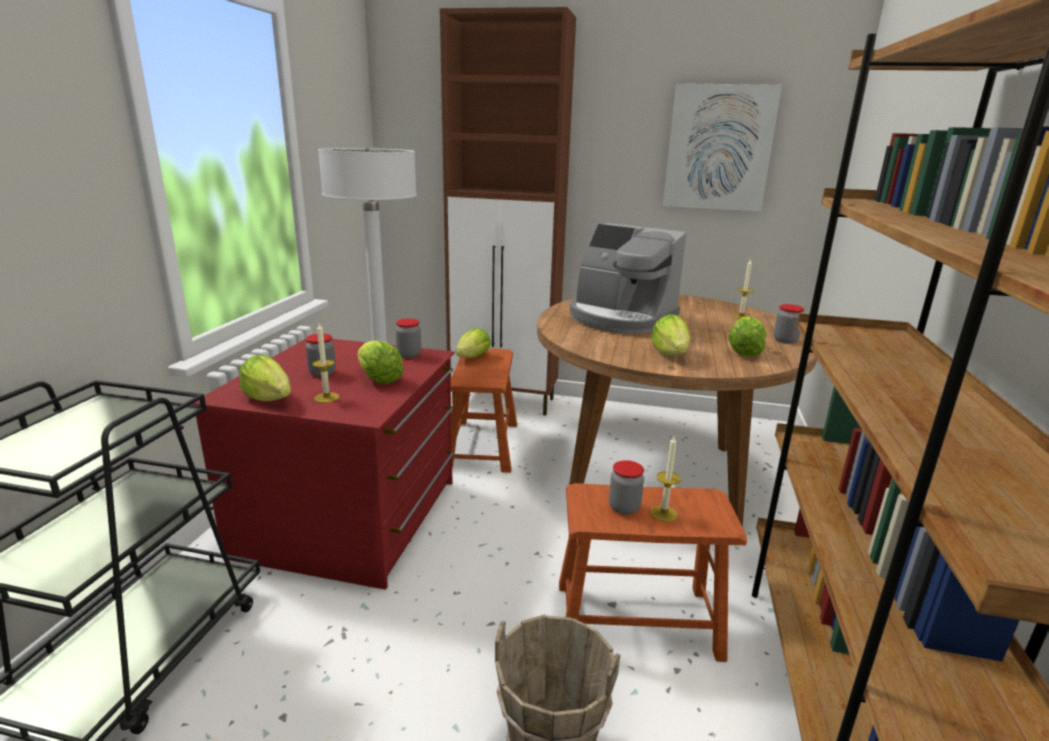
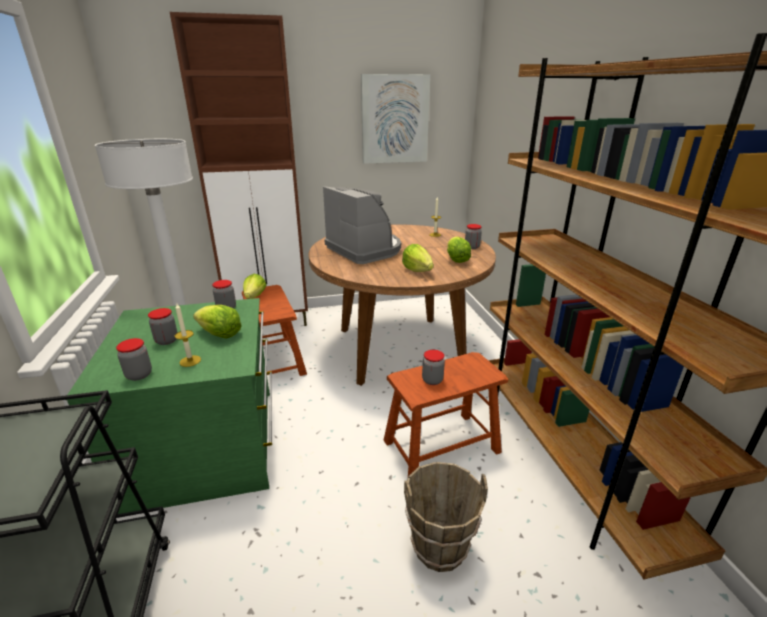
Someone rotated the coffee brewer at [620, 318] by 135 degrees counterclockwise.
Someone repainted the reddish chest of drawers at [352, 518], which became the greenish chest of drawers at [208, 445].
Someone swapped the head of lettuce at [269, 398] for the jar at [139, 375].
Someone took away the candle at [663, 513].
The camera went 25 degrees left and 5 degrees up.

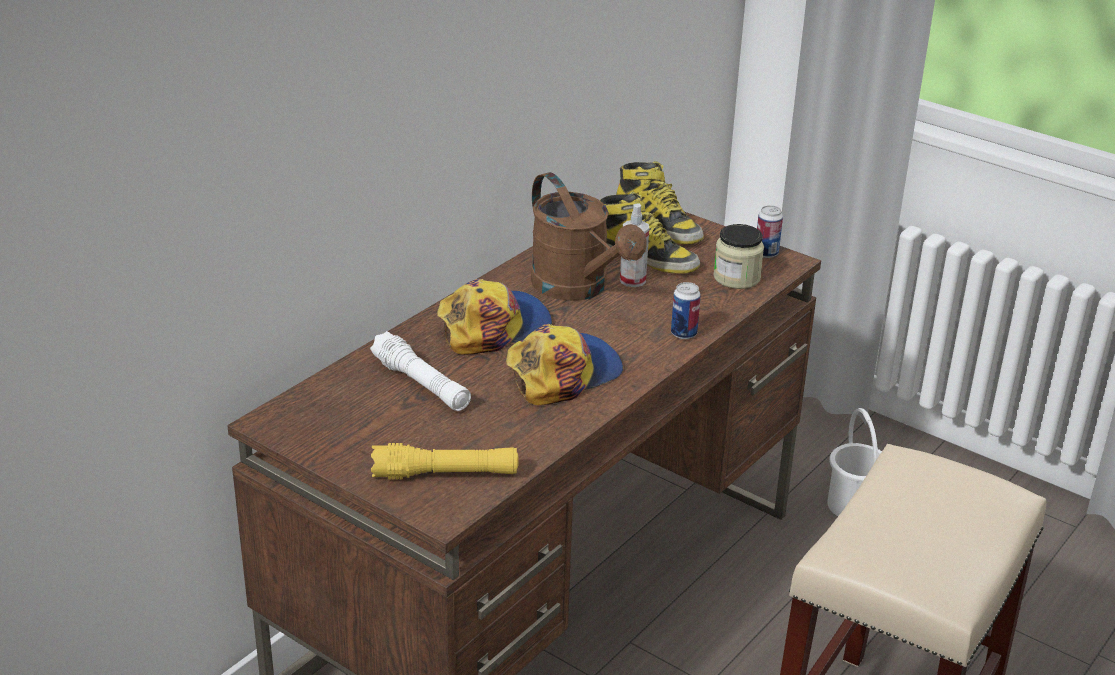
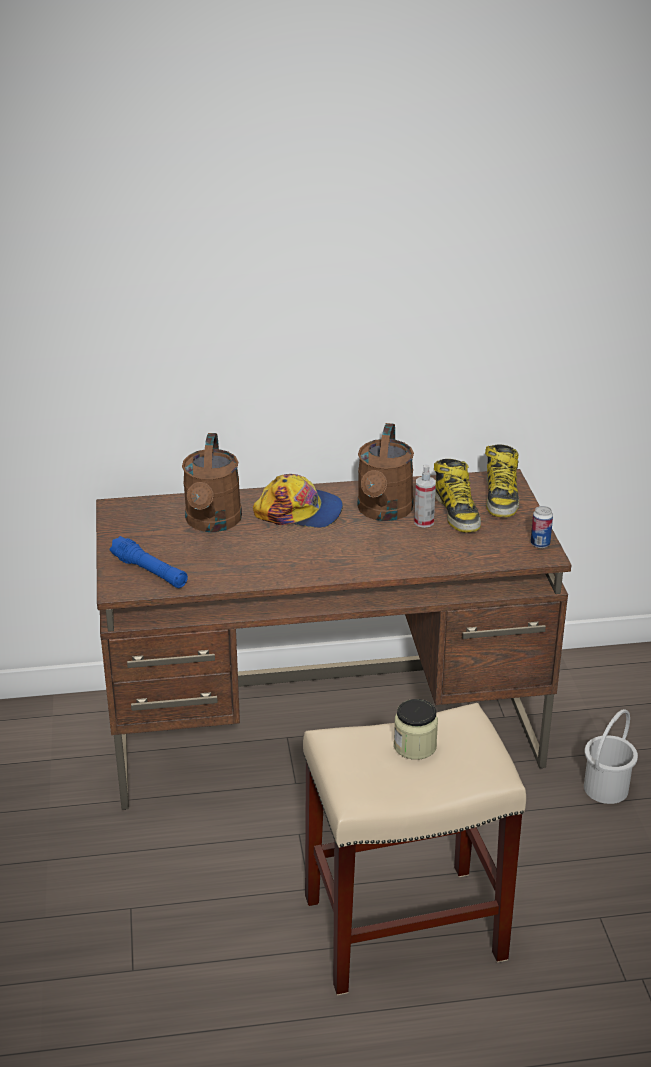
Someone carried the jar from [736, 278] to [415, 746].
Someone took away the metal can at [683, 334].
Someone took away the baseball cap at [563, 373].
Someone swapped the white-coloured hand torch at [421, 384] for the brown-coloured sprinkling can at [212, 523].
Someone repainted the yellow hand torch at [445, 474], which became the bluish hand torch at [149, 572].
The camera went 45 degrees right and 0 degrees up.

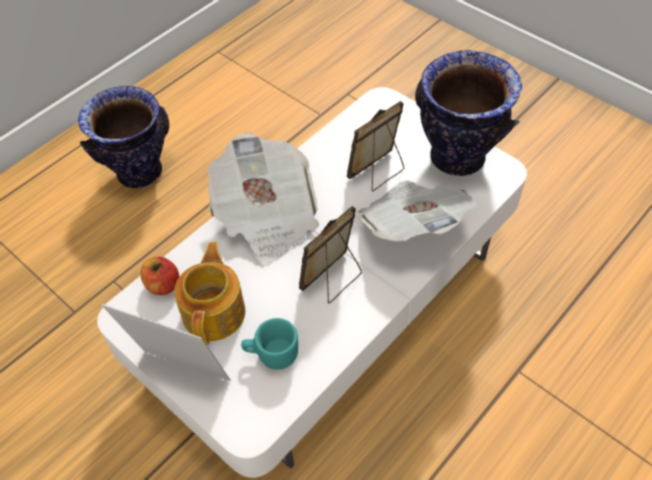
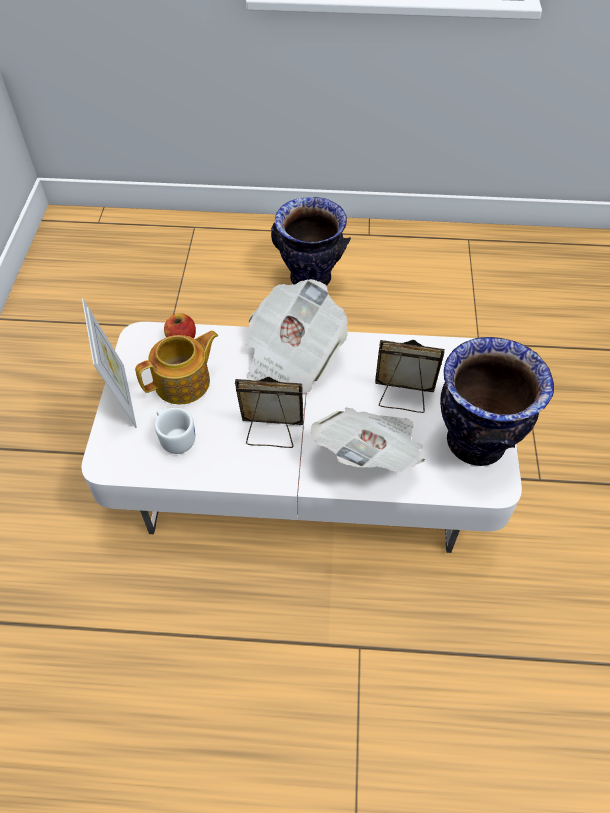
Someone repainted the turquoise mug at [271, 354], which became the white-coloured mug at [175, 437].
The camera went 50 degrees right and 0 degrees up.

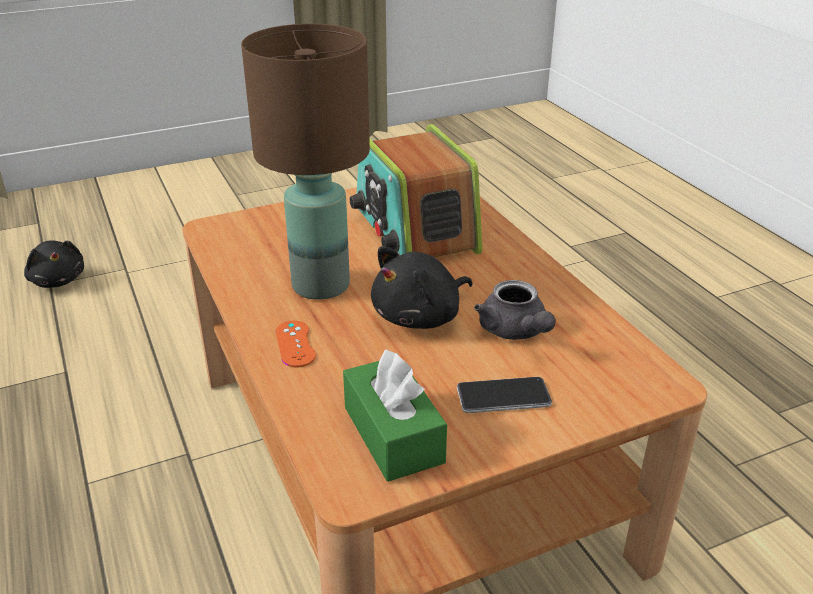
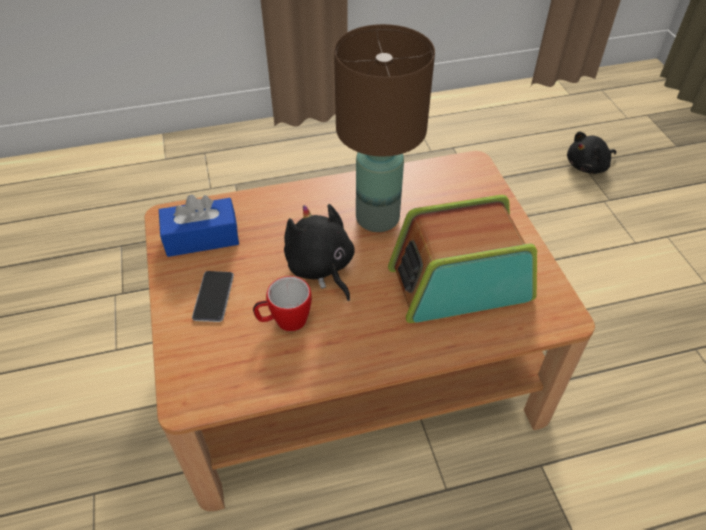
Someone swapped the gray tea pot at [515, 332] for the mug at [284, 321].
Someone took away the orange joypad at [295, 344].
Someone repainted the greenish box of tissues at [393, 434], which became the bluish box of tissues at [202, 238].
The camera went 100 degrees right and 15 degrees up.

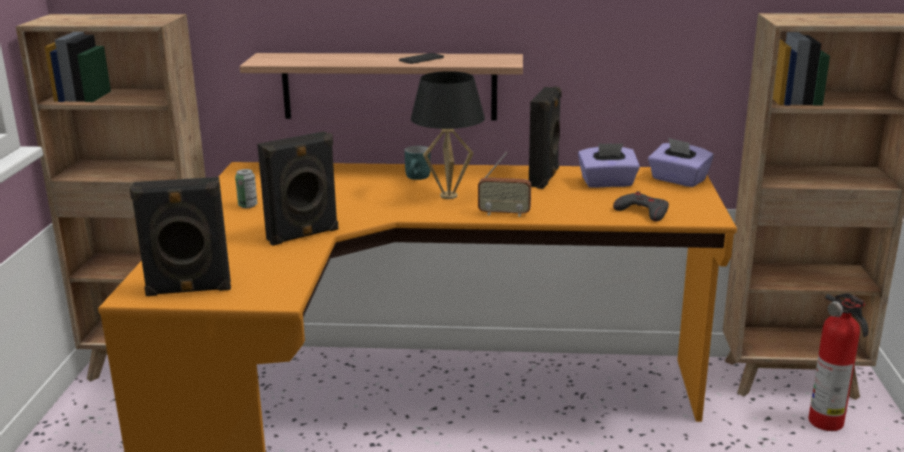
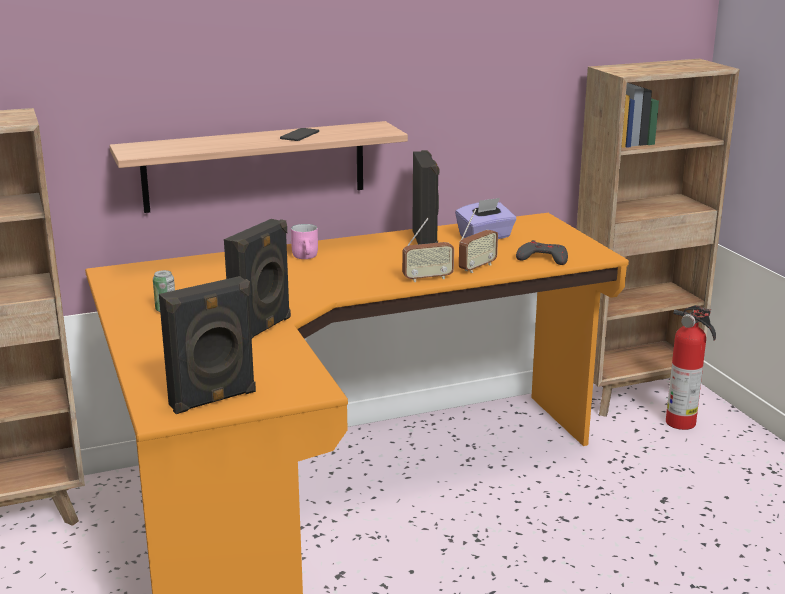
Someone took away the black-coloured lamp for a table at [448, 196].
Someone took away the purple-coloured box of tissues at [678, 180].
Someone repainted the turquoise mug at [418, 178], which became the pink mug at [307, 257].
Someone put down the radio at [477, 267].
The camera went 25 degrees left and 0 degrees up.

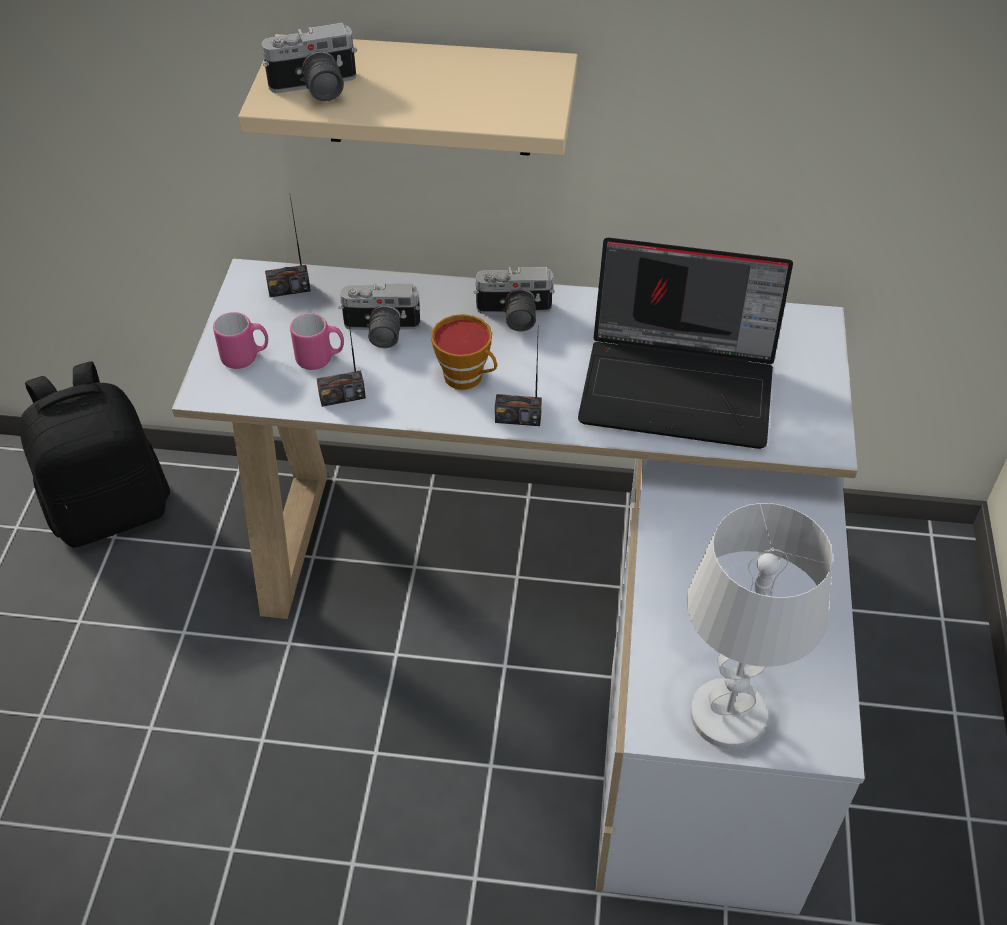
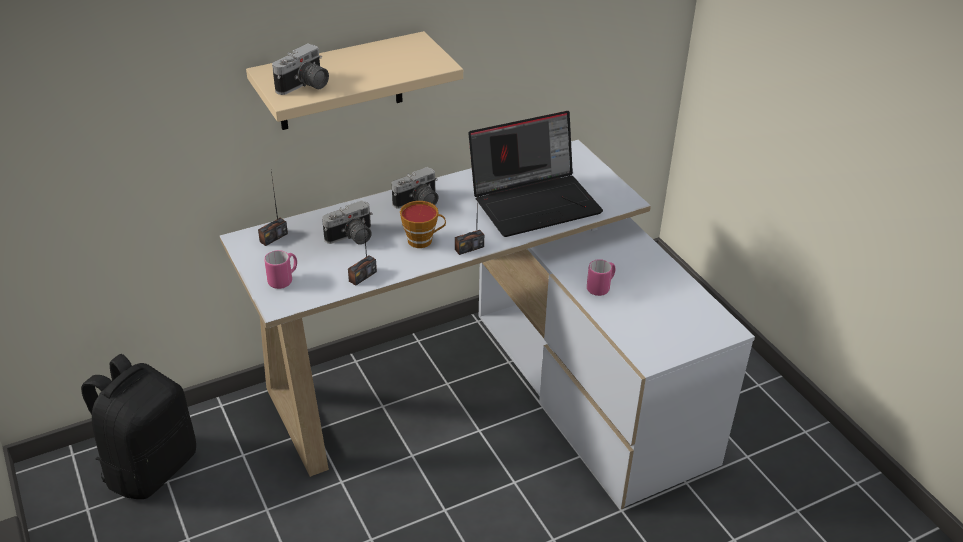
Someone carried the pink mug from [321, 359] to [601, 287].
Someone took away the white-coloured lamp for a table at [728, 714].
The camera went 35 degrees left and 10 degrees down.

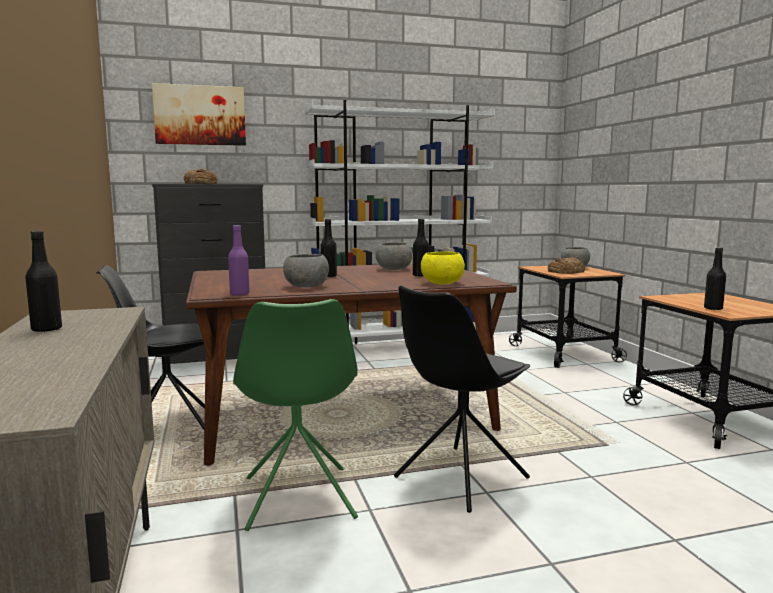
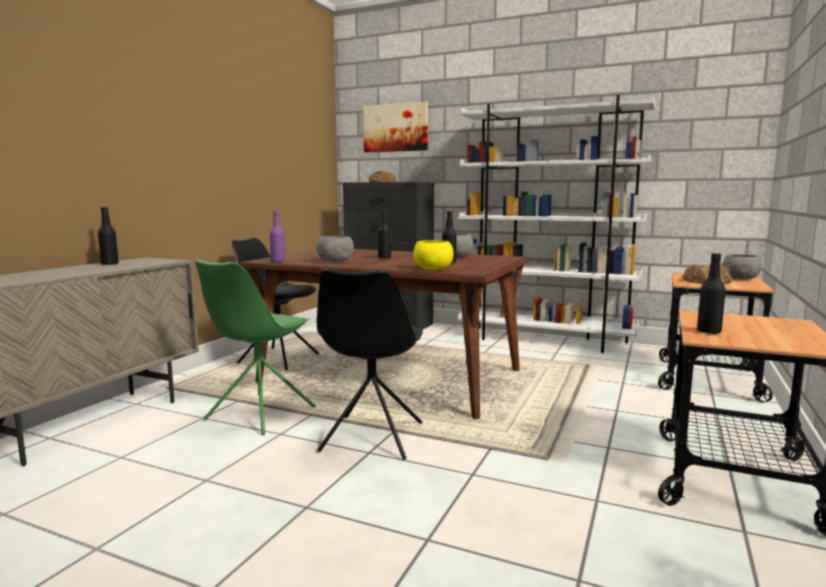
Someone rotated the black-coloured upright chair at [459, 478] by 75 degrees counterclockwise.
The camera went 40 degrees right and 0 degrees up.

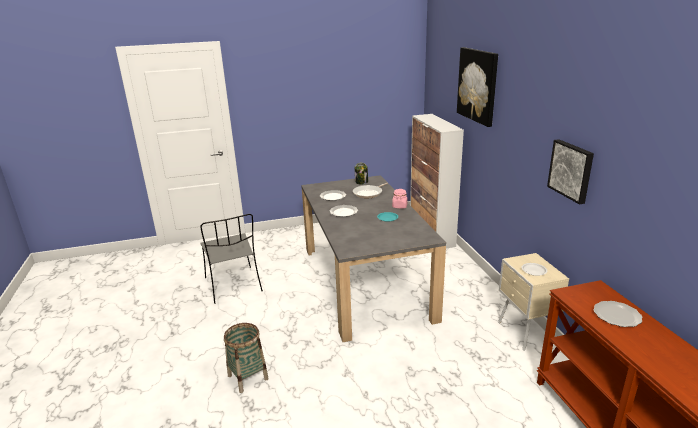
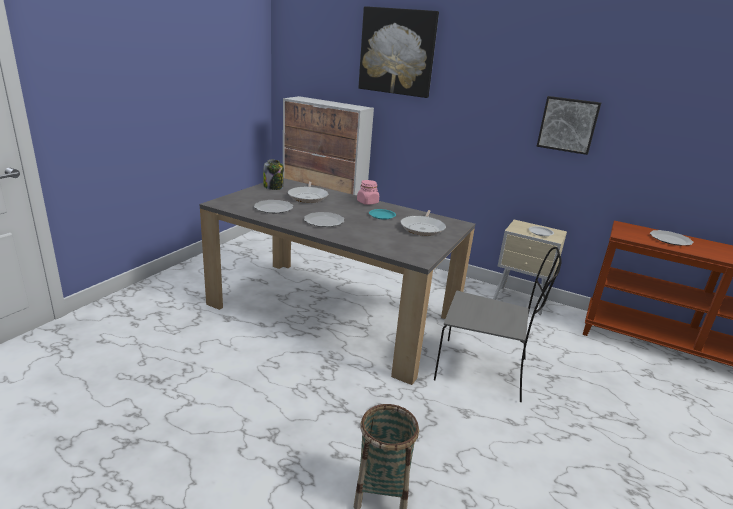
Someone carried the gray upright chair from [234, 285] to [484, 370].
Someone put down the pan at [423, 228].
The camera went 50 degrees left and 0 degrees up.

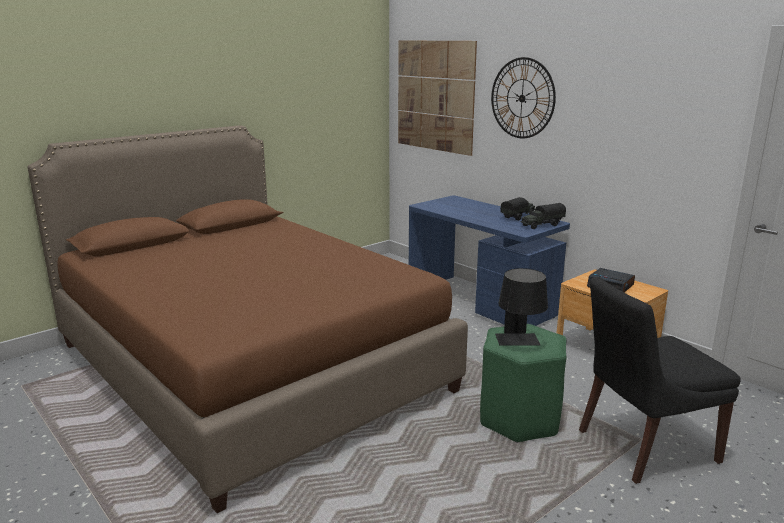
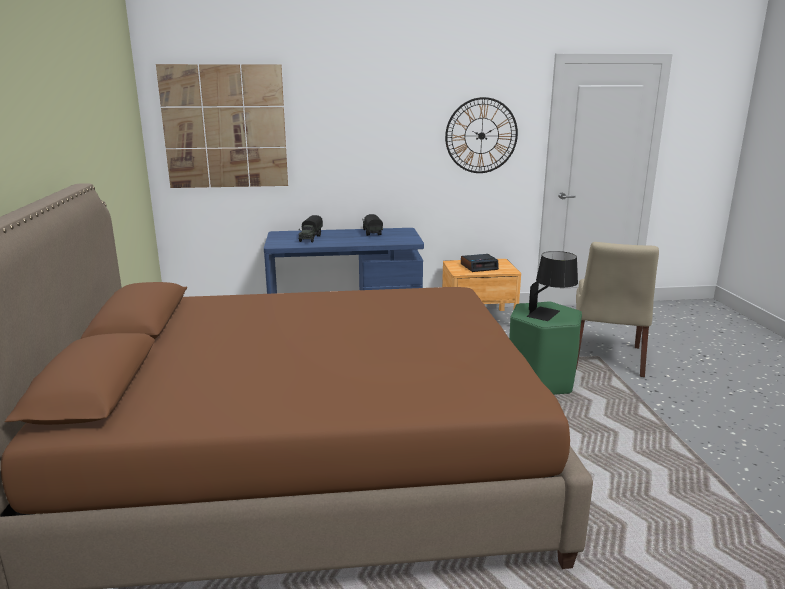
Someone carried the wall clock from [522, 98] to [481, 135].
Someone carried the toy lorry from [541, 225] to [310, 238].
Someone repainted the black-coloured upright chair at [643, 447], which became the beige-coloured upright chair at [606, 359].
The camera went 55 degrees left and 0 degrees up.

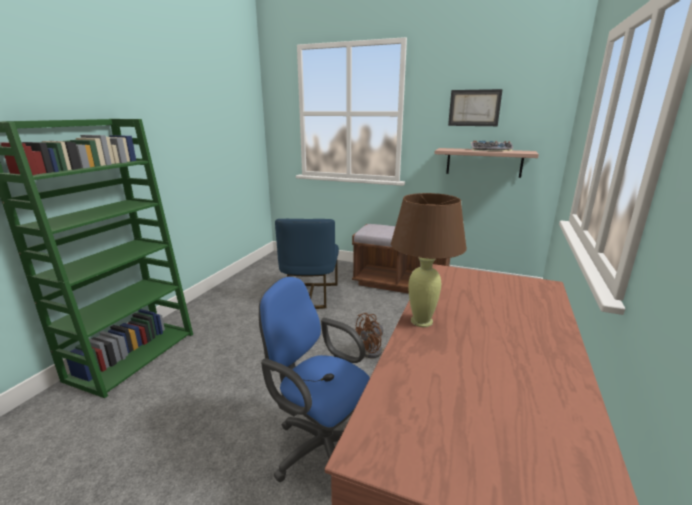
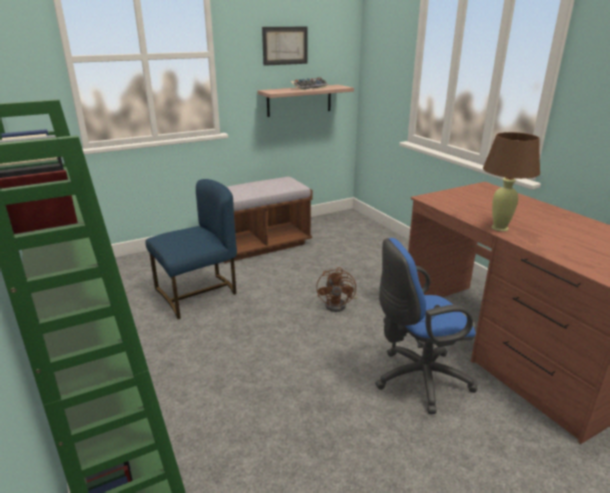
Someone rotated the bluish upright chair at [310, 295] by 75 degrees counterclockwise.
The camera went 50 degrees left and 5 degrees up.

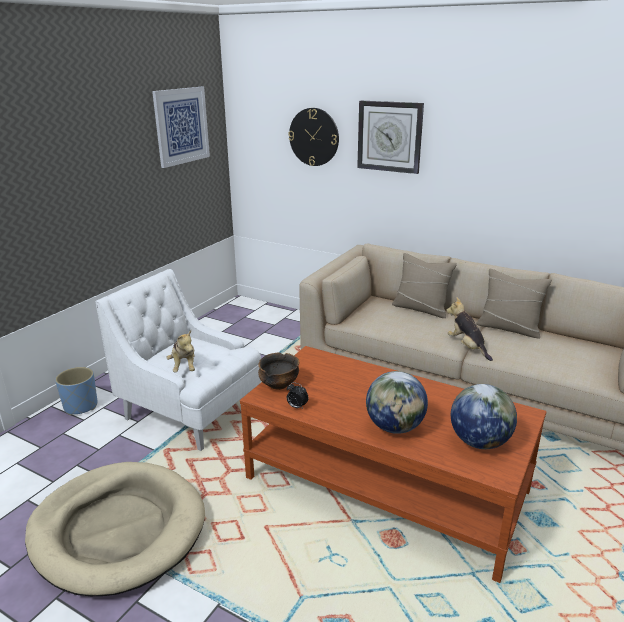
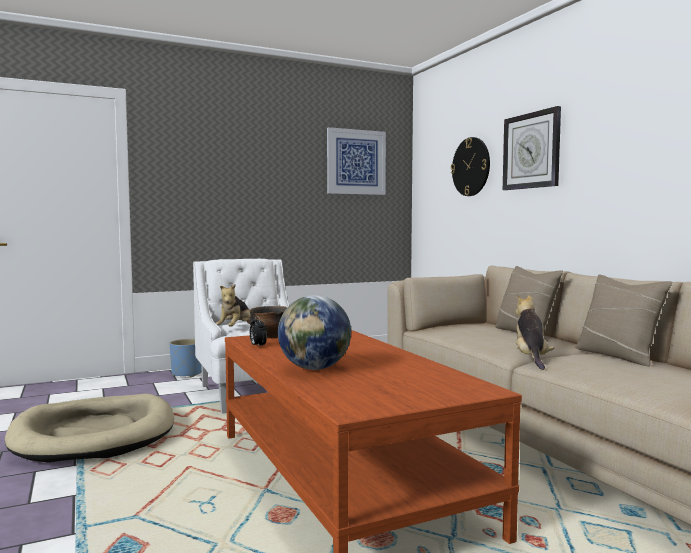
Someone took away the globe at [479, 442].
The camera went 35 degrees right and 20 degrees down.

